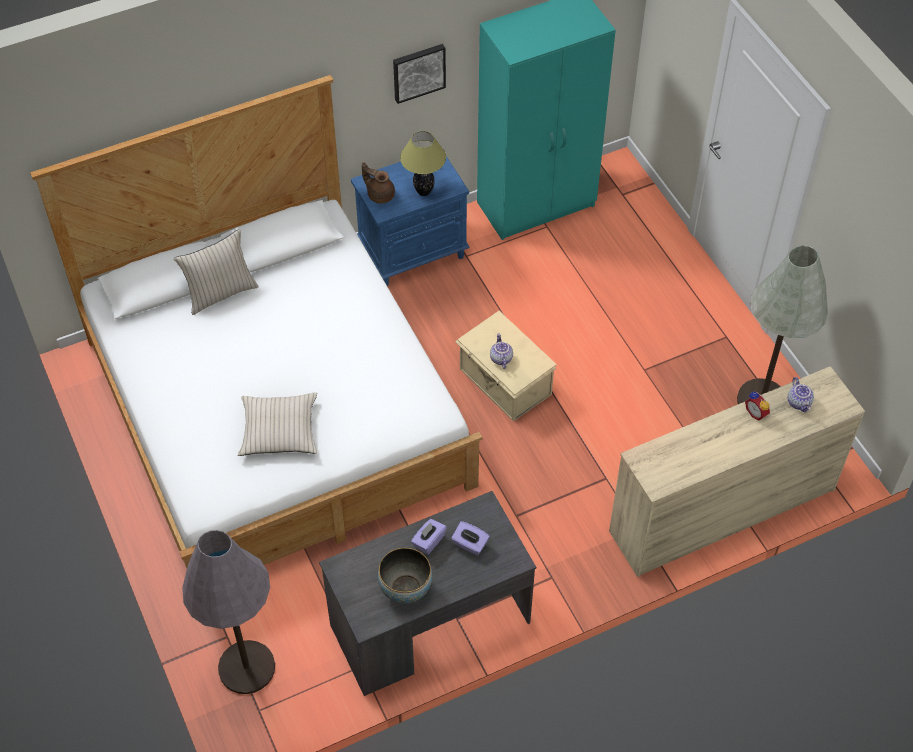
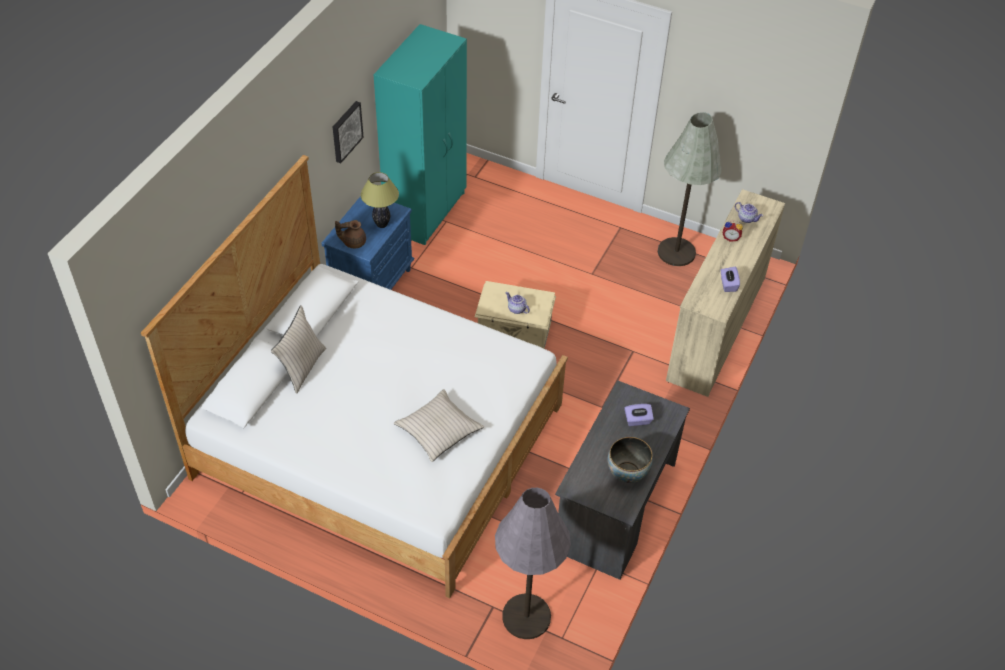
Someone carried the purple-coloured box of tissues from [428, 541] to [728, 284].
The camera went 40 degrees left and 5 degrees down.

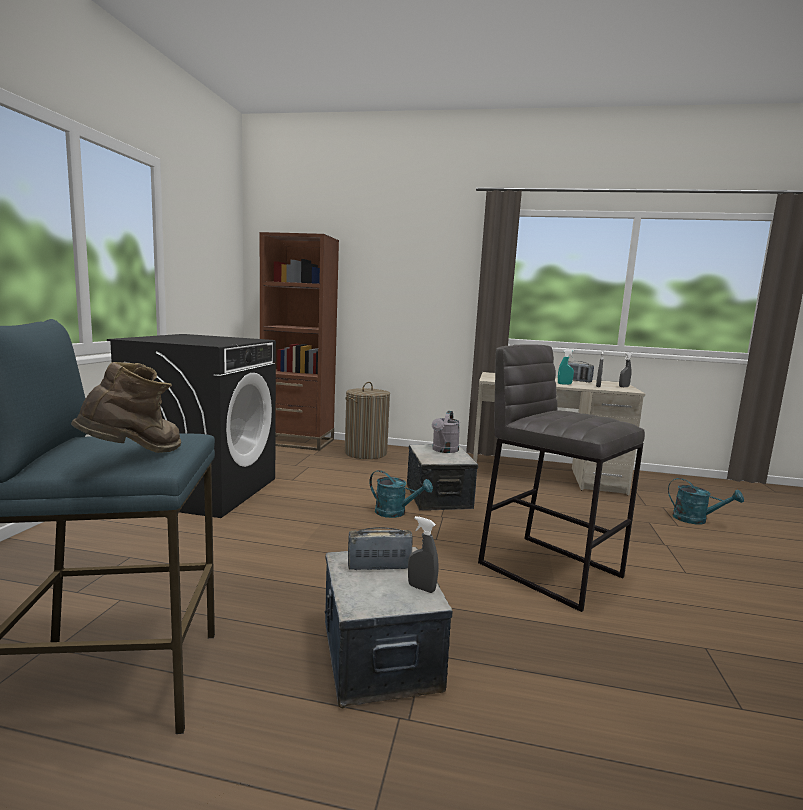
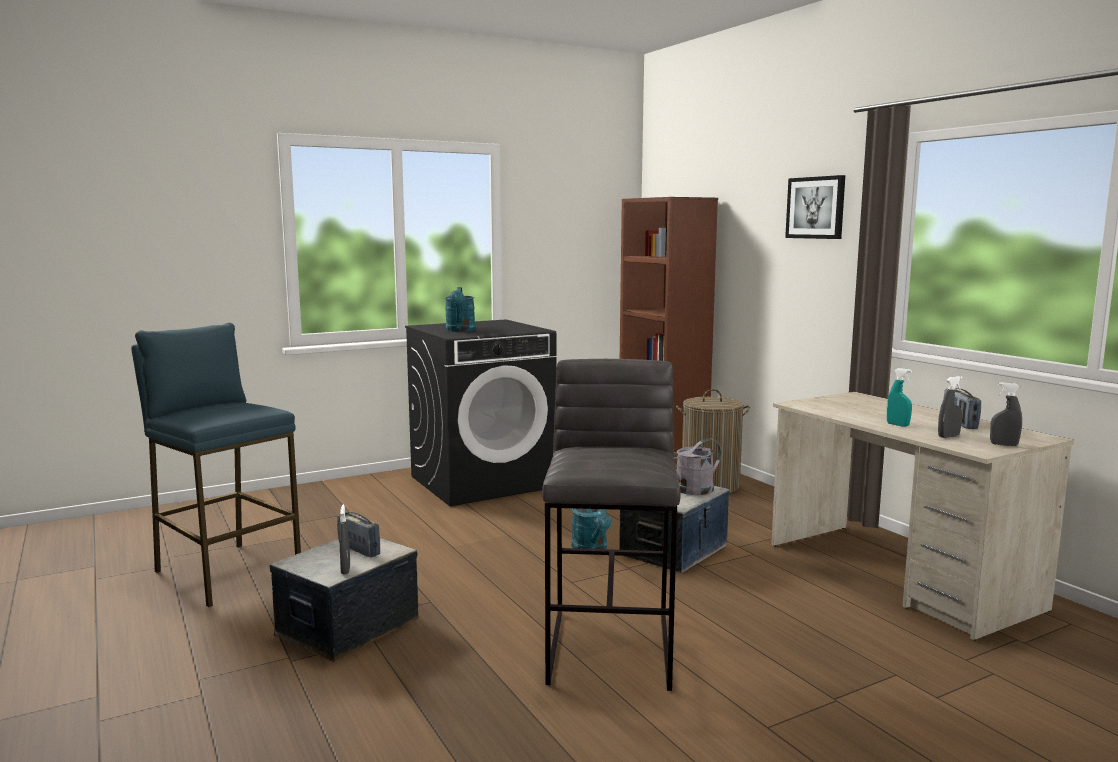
Someone took away the brown-coloured tall boot at [136, 457].
Someone carried the turquoise sprinkling can from [696, 520] to [460, 330].
Someone put up the wall picture at [816, 207].
The camera went 50 degrees right and 0 degrees up.

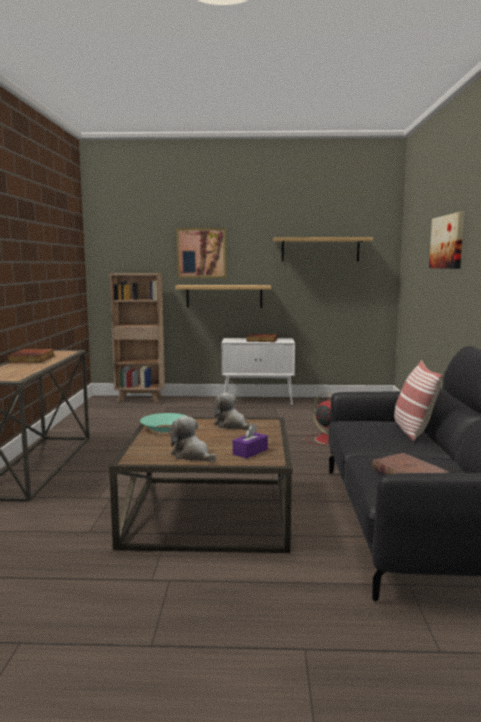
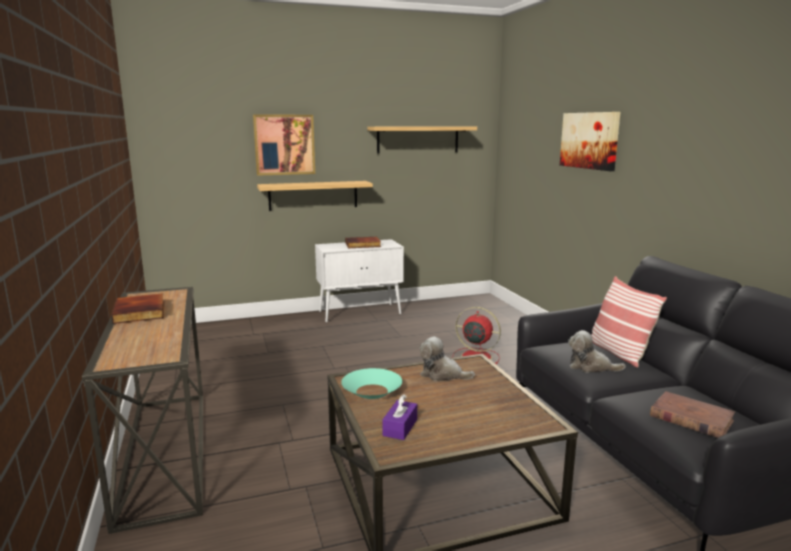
Someone took away the brown-coloured shelving unit at [140, 400].
Someone carried the cuddly toy from [192, 455] to [590, 367].
Someone carried the purple-coloured box of tissues from [250, 452] to [400, 427].
The camera went 20 degrees left and 5 degrees up.

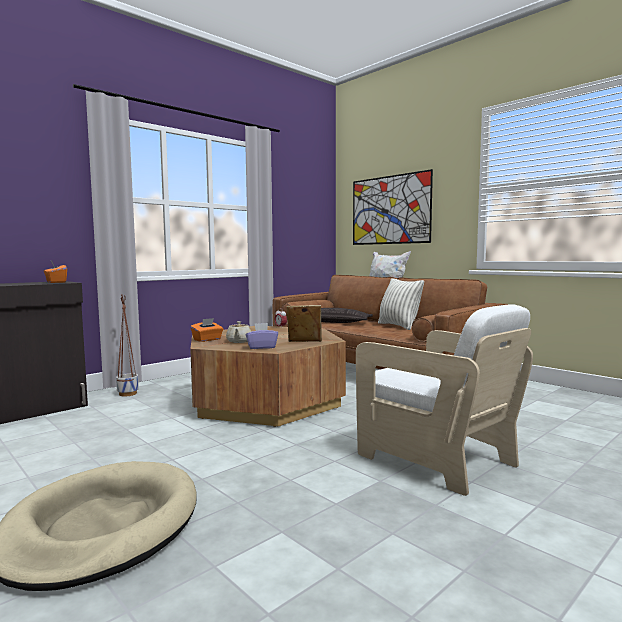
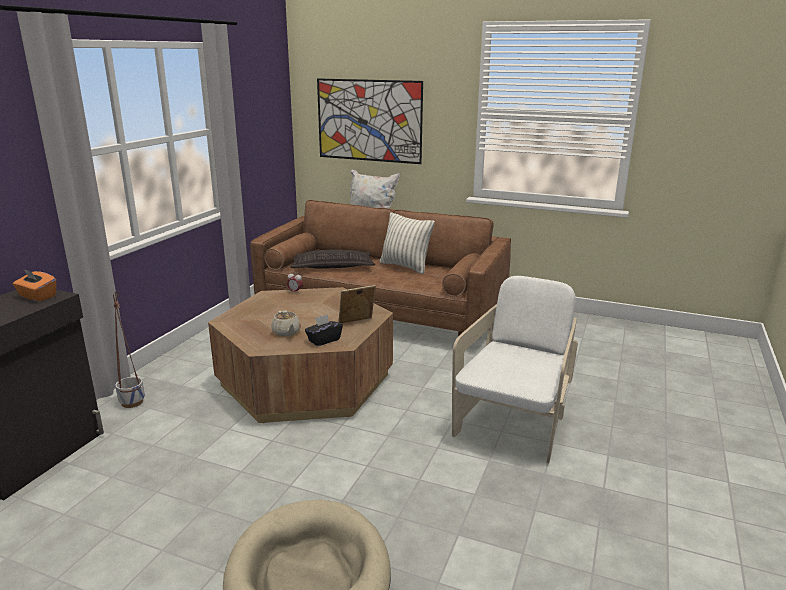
Someone rotated the white-coloured armchair at [436, 458] by 90 degrees counterclockwise.
Someone took away the orange box of tissues at [207, 339].
Someone repainted the purple-coloured box of tissues at [261, 347], which became the black-coloured box of tissues at [324, 340].
The camera went 25 degrees left and 15 degrees up.

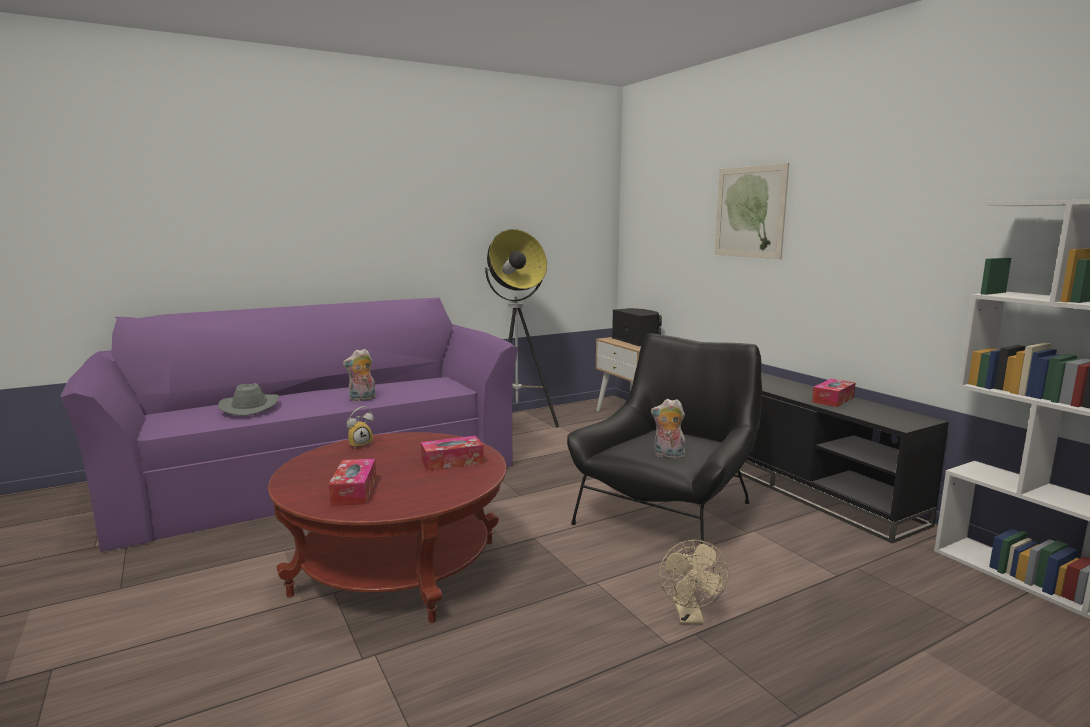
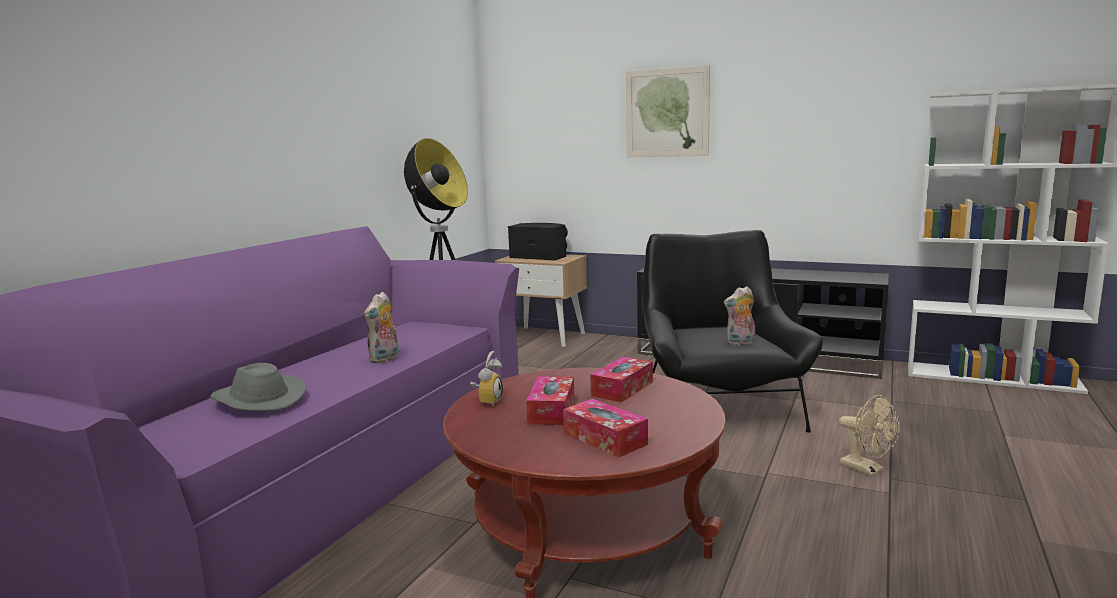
Someone carried the box of tissues from [833, 400] to [551, 410].
The camera went 35 degrees left and 0 degrees up.

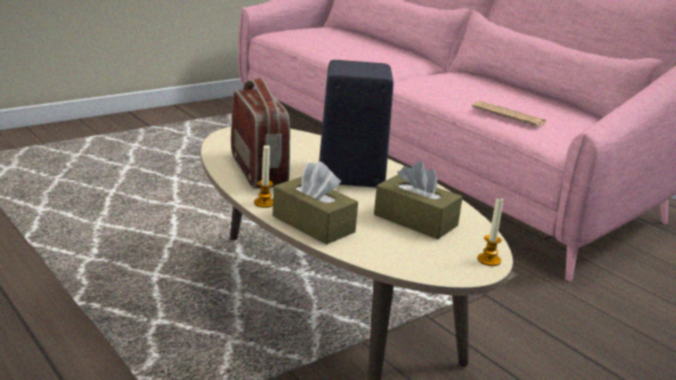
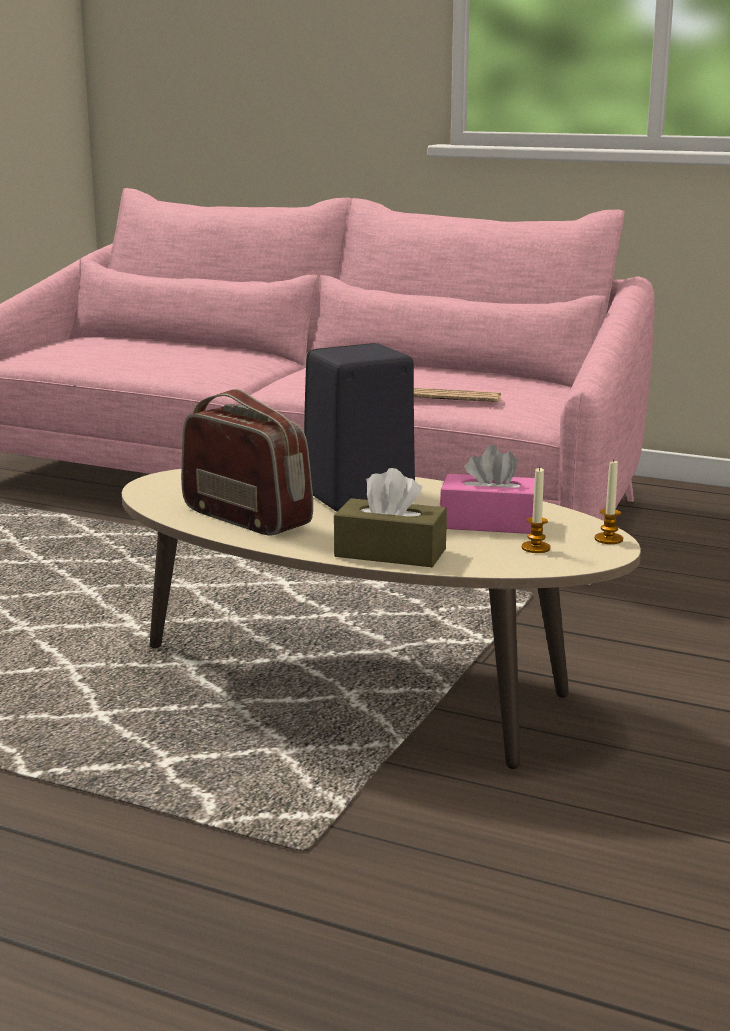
Someone carried the candle from [264, 203] to [535, 548].
Someone repainted the brown-coloured box of tissues at [415, 220], which became the pink box of tissues at [490, 523].
The camera went 25 degrees left and 5 degrees down.

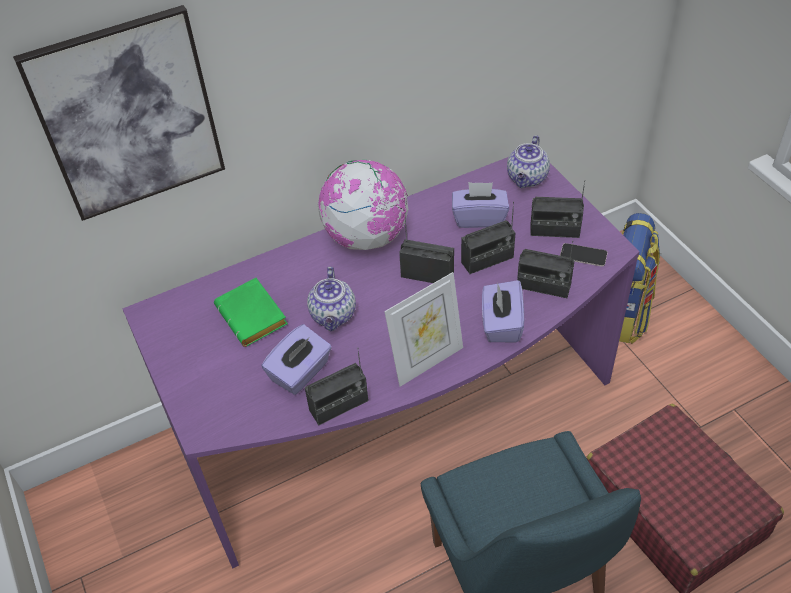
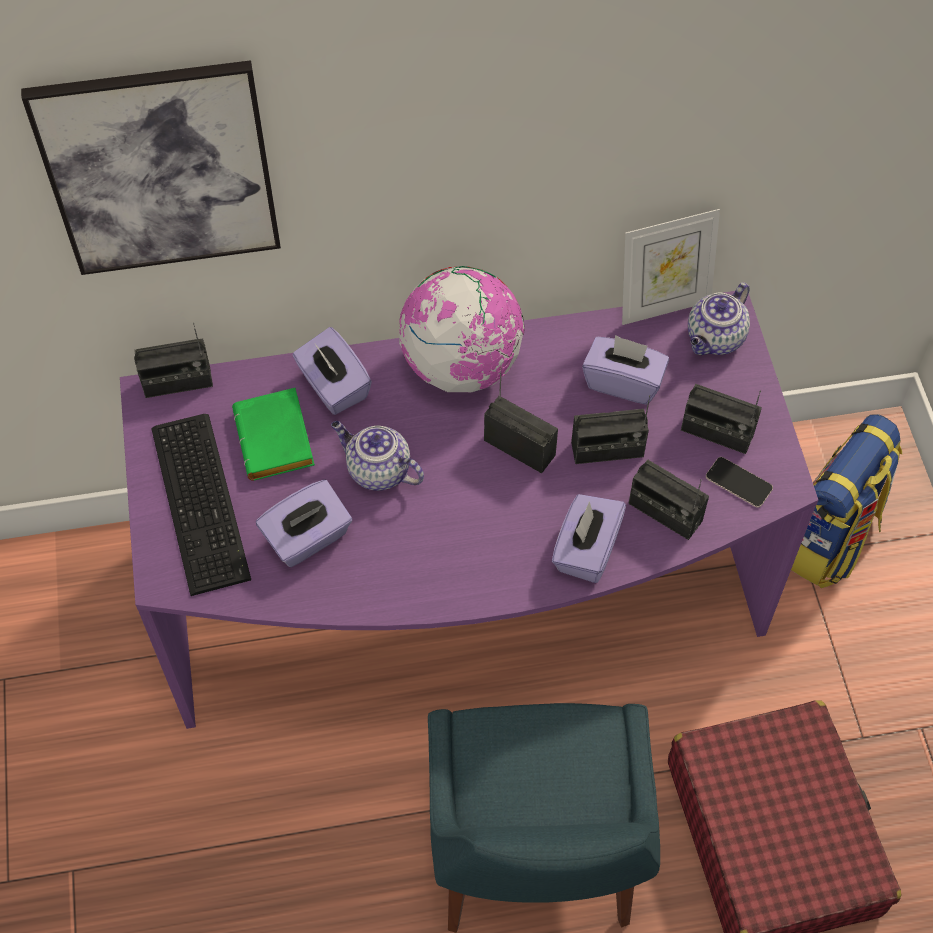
Someone rotated the tea pot at [333, 316] by 105 degrees clockwise.
Someone carried the standing frame from [426, 361] to [663, 305].
Someone carried the radio from [339, 406] to [178, 382].
Someone put down the purple-coloured box of tissues at [333, 387].
Someone put down the PC keyboard at [203, 499].
The camera went 15 degrees right and 10 degrees up.

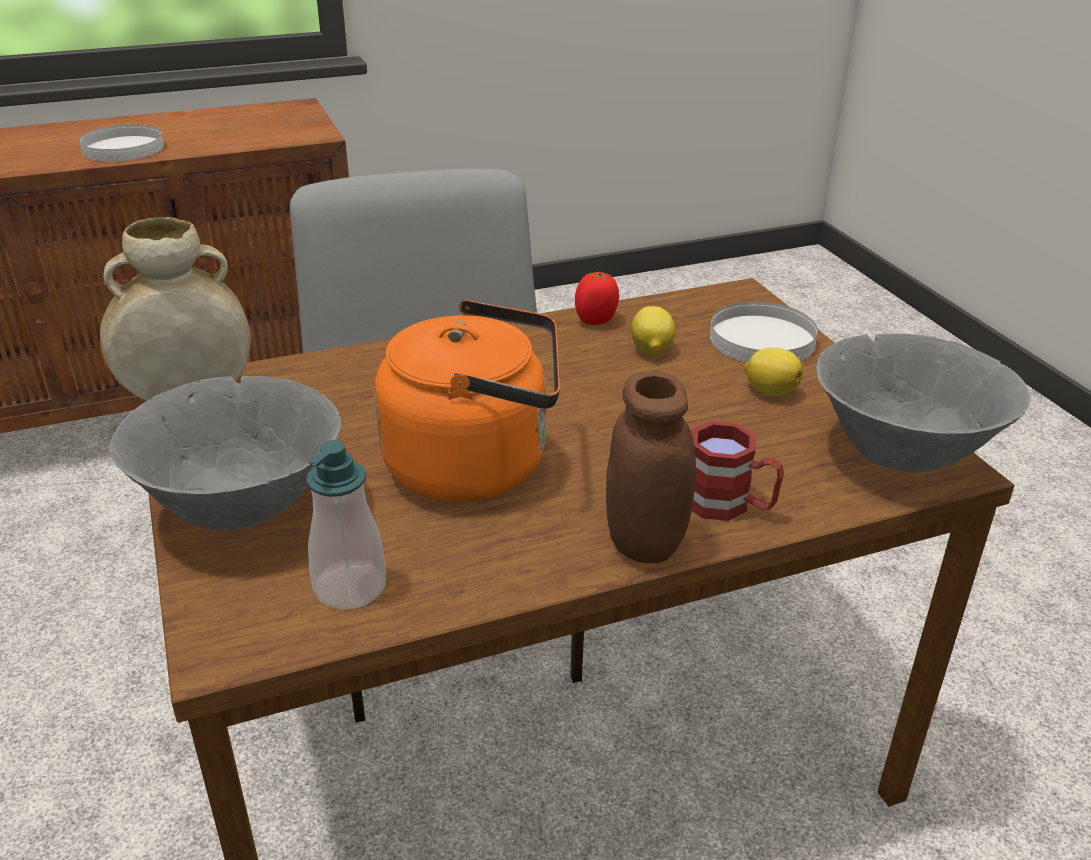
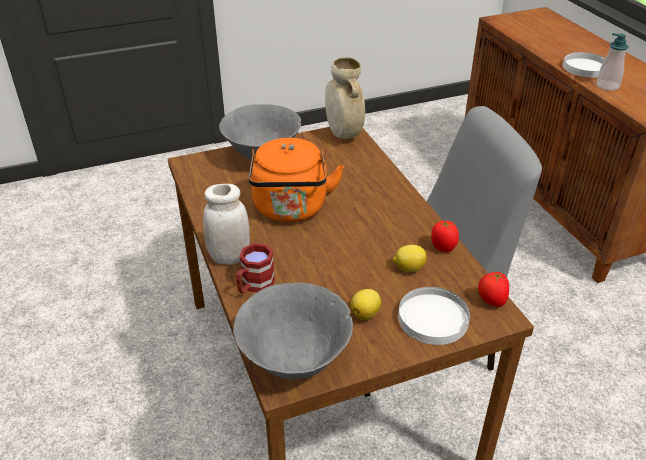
Someone repainted the brown-coloured jar at [645, 542], which became the white-coloured jar at [229, 257].
Someone carried the liquid soap bottle from [350, 587] to [607, 86].
Someone put down the whole tomato at [491, 301].
The camera went 90 degrees right and 5 degrees up.

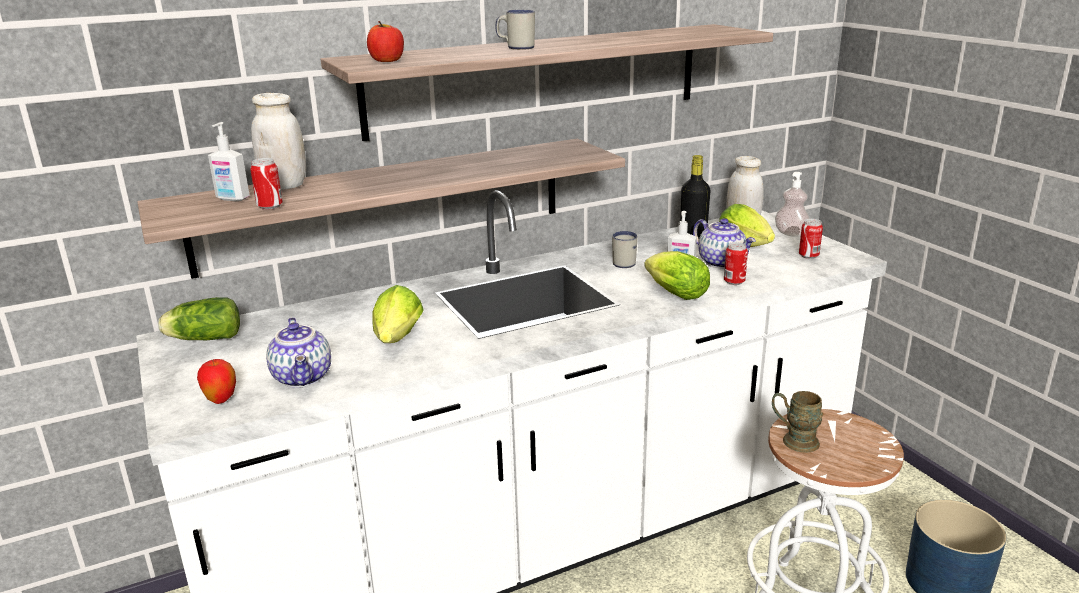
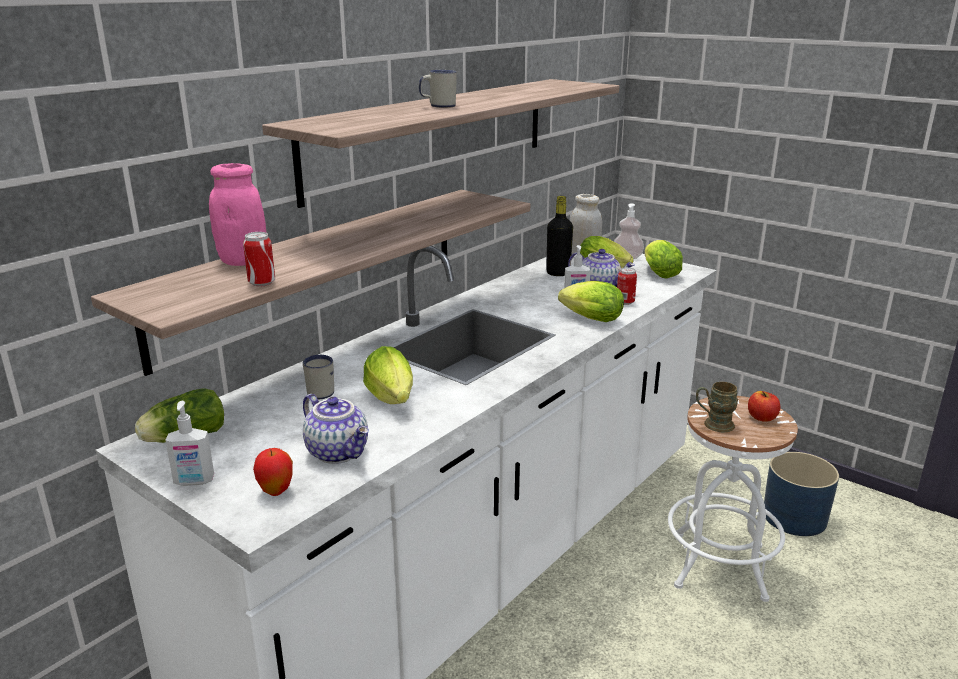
Someone carried the apple from [387, 61] to [762, 418].
Someone repainted the white-coloured jar at [284, 186], which became the pink jar at [243, 261].
Someone carried the liquid soap bottle from [232, 199] to [194, 481].
Someone swapped the metal can at [808, 256] for the head of lettuce at [658, 273].
Someone carried the white-coloured mug from [622, 262] to [318, 391].
The camera went 25 degrees left and 0 degrees up.

